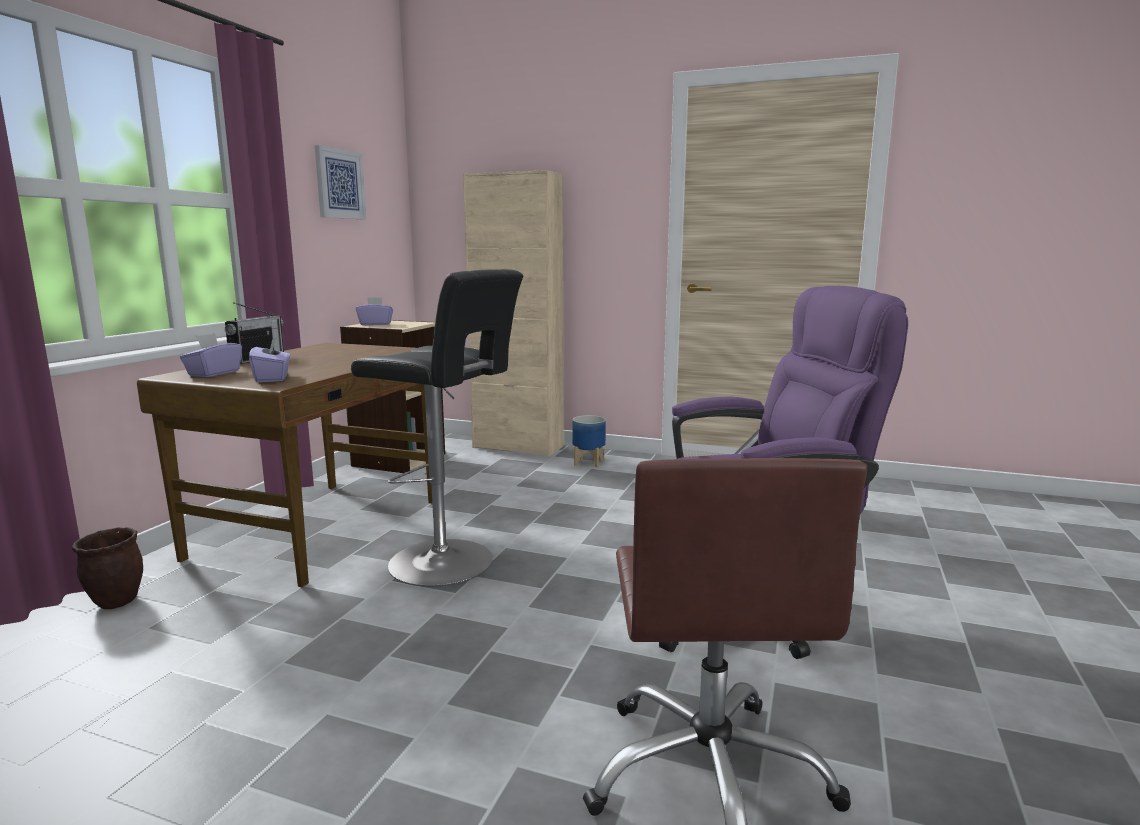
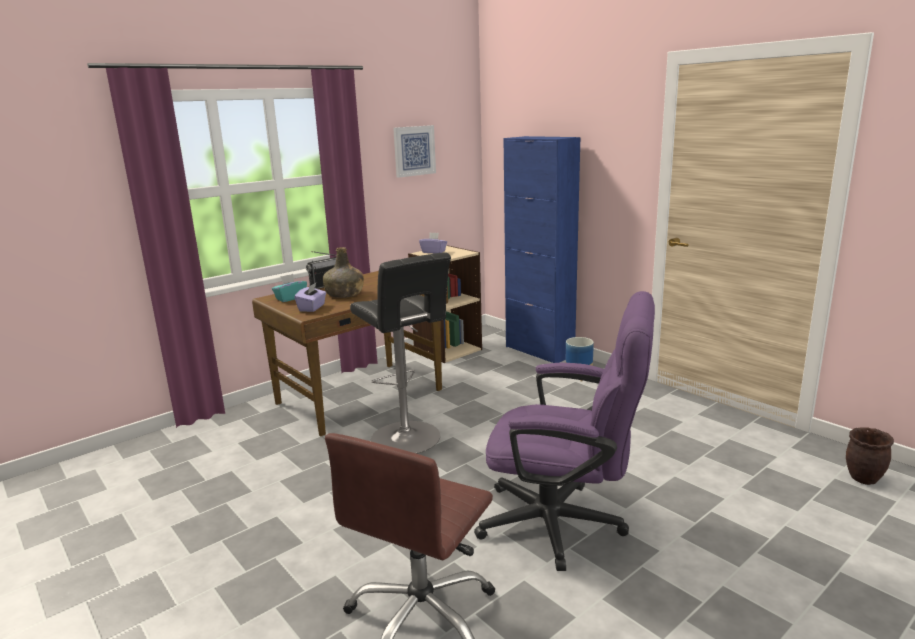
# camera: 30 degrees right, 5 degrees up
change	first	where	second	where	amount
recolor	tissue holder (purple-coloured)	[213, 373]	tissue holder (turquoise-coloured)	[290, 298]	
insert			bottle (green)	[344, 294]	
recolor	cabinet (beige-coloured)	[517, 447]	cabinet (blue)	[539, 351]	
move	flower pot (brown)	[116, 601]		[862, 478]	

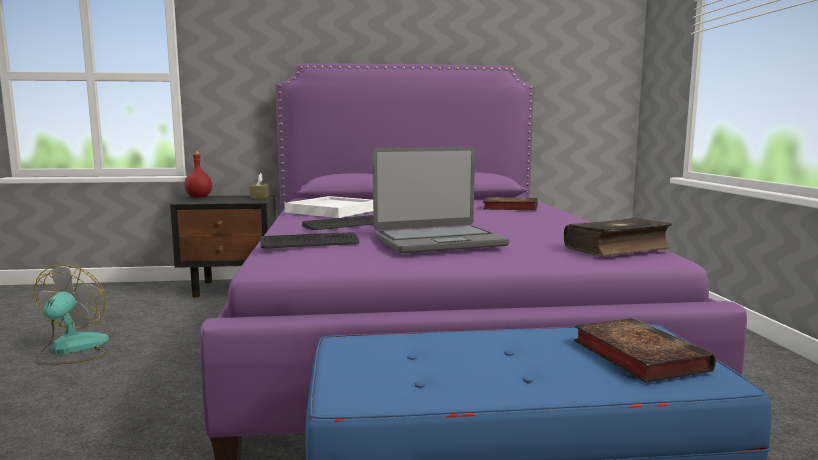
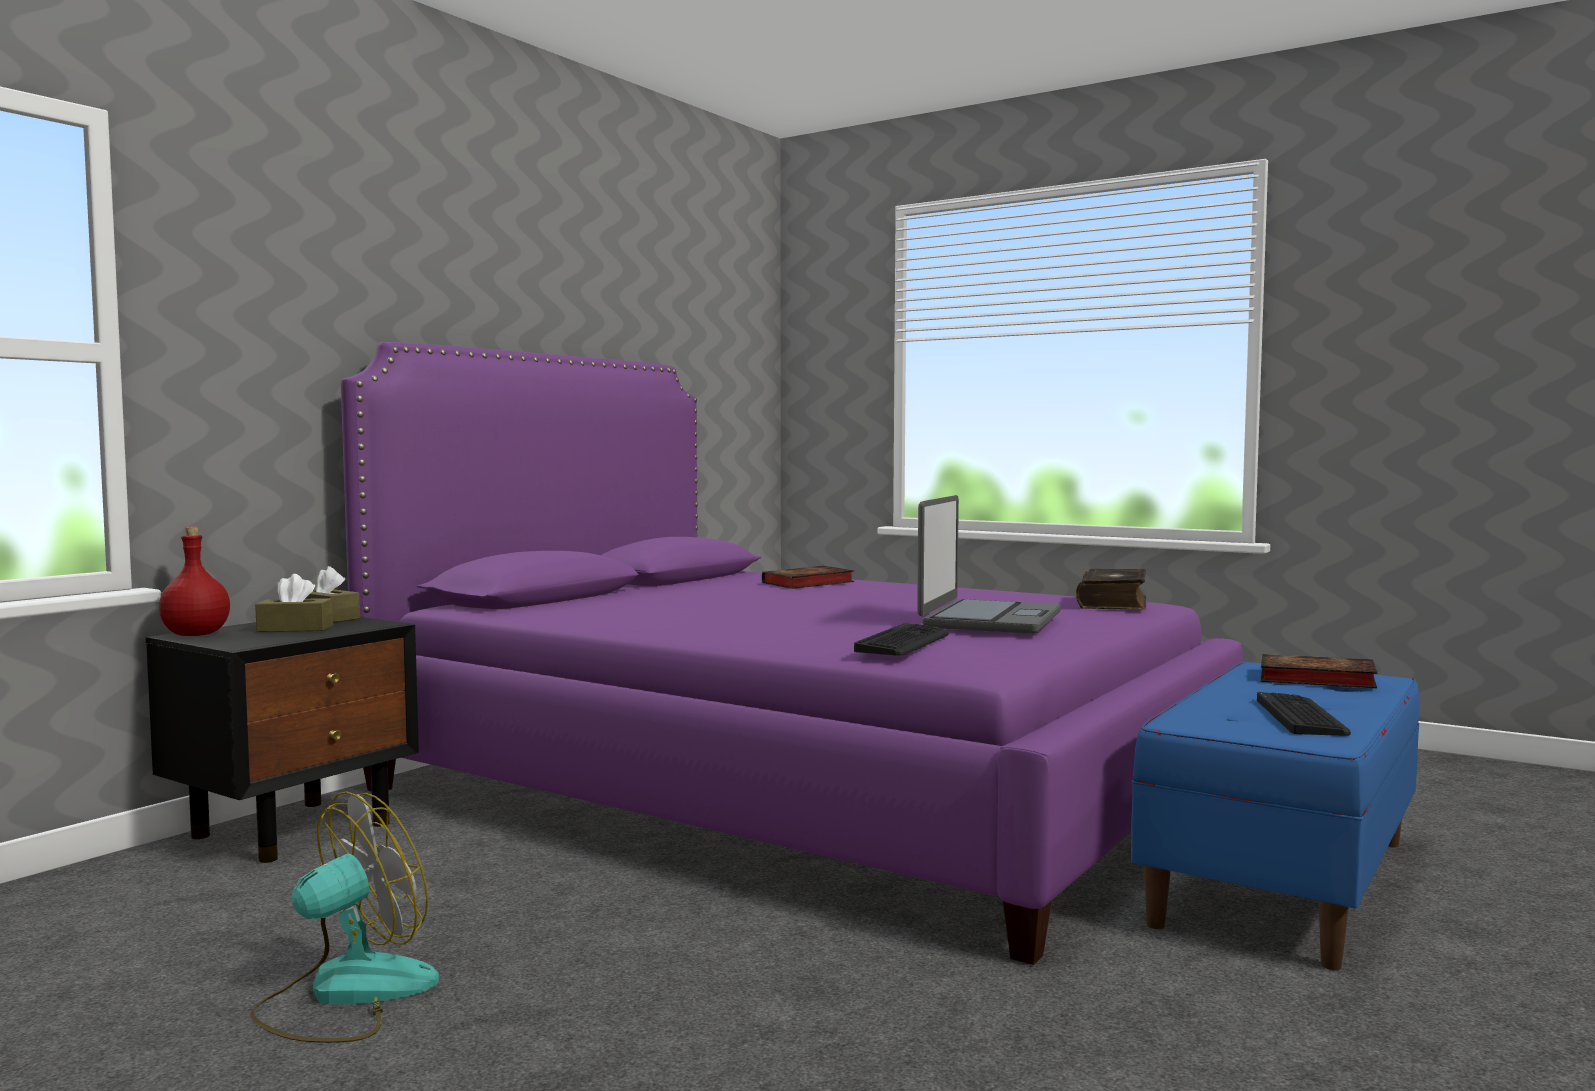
# camera: 50 degrees left, 5 degrees down
change	first	where	second	where	amount
rotate	cooling fan	[71, 350]		[346, 995]	90 degrees clockwise
insert			tissue holder (brown)	[295, 628]	
move	keyboard	[344, 224]		[1301, 716]	
delete	serving tray (white)	[333, 210]			

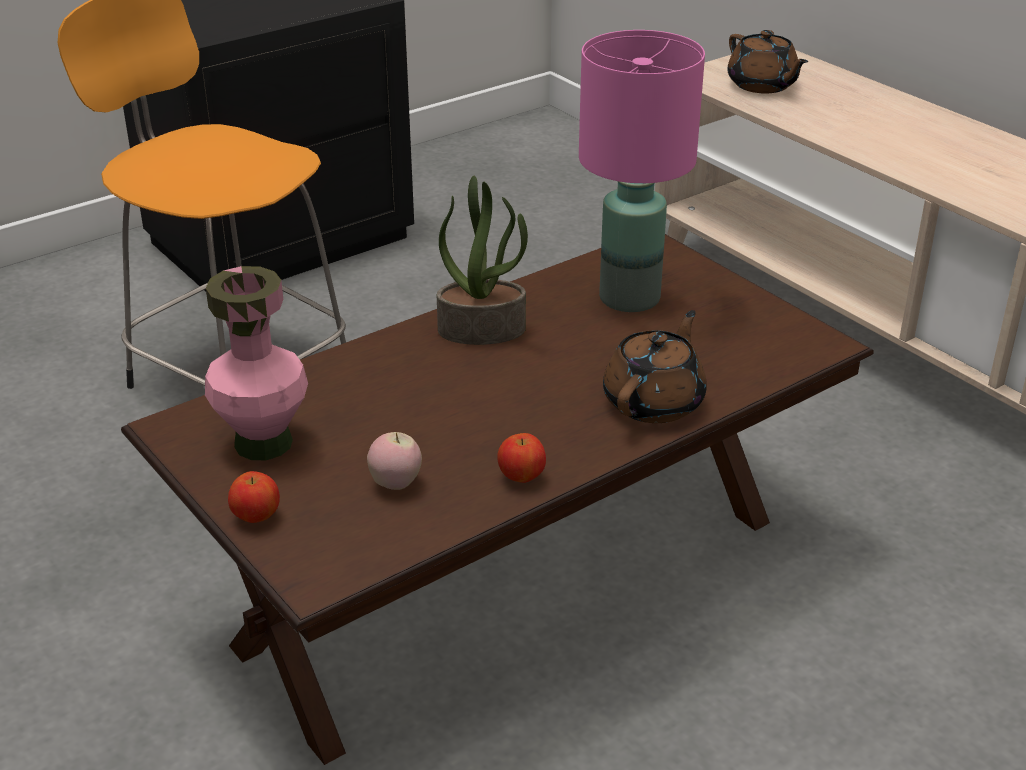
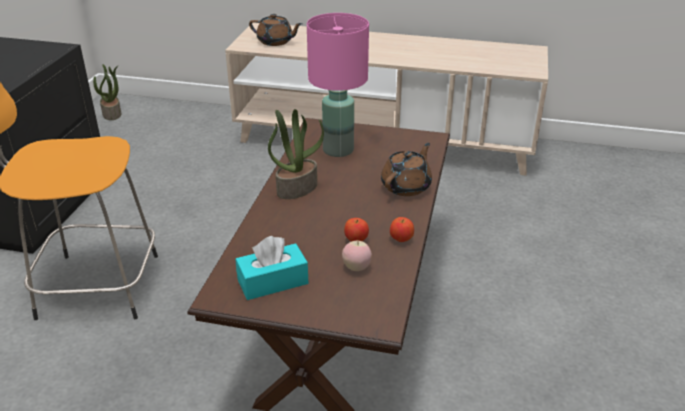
# camera: 40 degrees left, 0 degrees up
change	first	where	second	where	amount
insert			potted plant	[112, 114]	
replace	decorative vase (pinkish)	[262, 443]	tissue holder (turquoise-coloured)	[272, 282]	
move	apple	[256, 517]		[356, 240]	
rotate	pot for tea (brown)	[655, 402]		[406, 186]	45 degrees clockwise

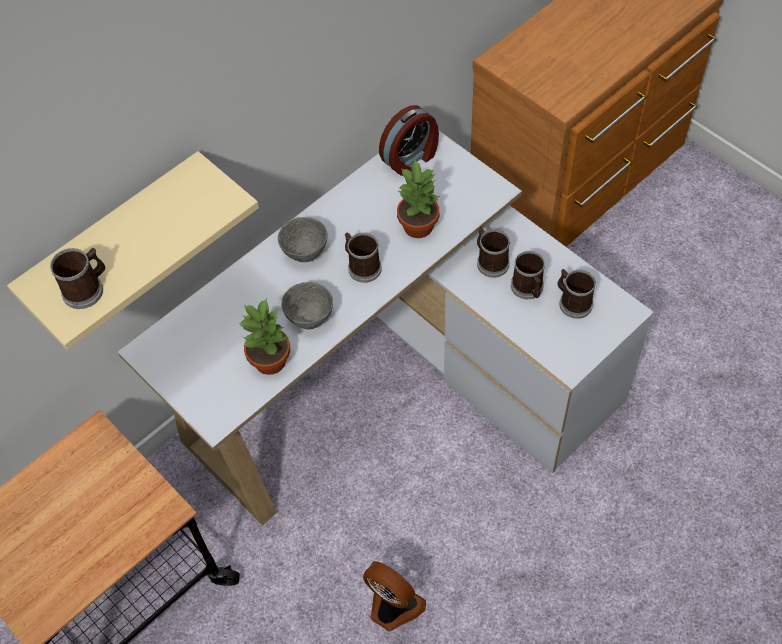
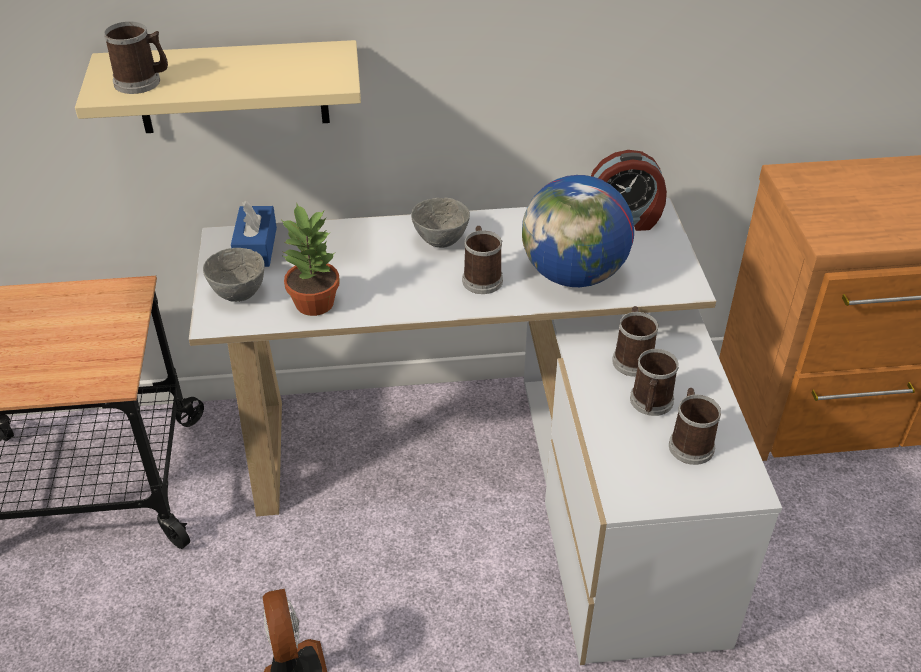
# camera: 35 degrees right, 15 degrees down
change	first	where	second	where	amount
move	deep dish (gray)	[310, 319]		[238, 294]	
insert			tissue holder (blue)	[256, 247]	
replace	potted plant	[419, 225]	world globe	[574, 275]	

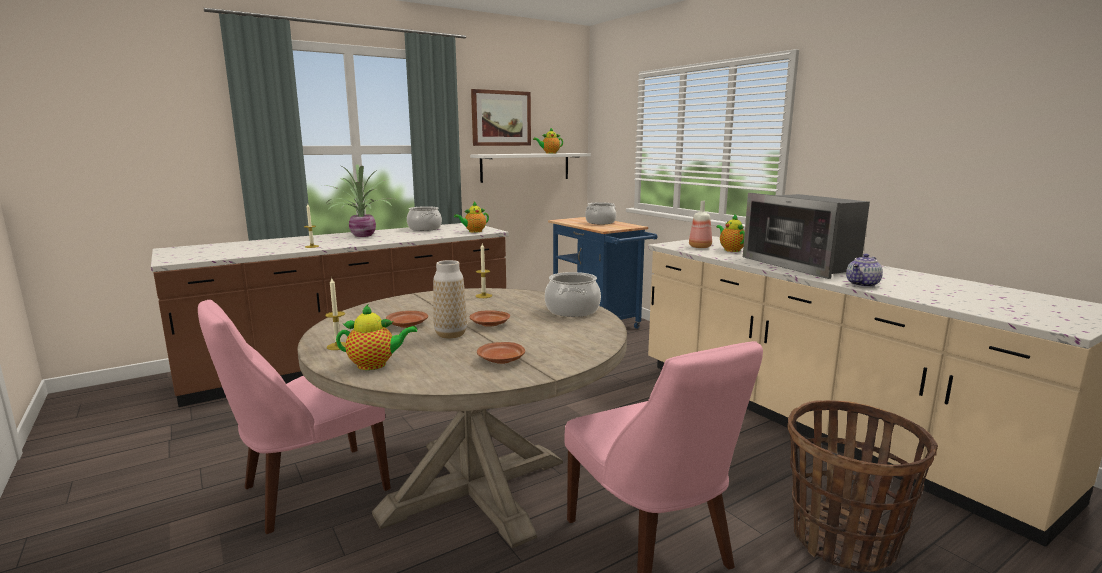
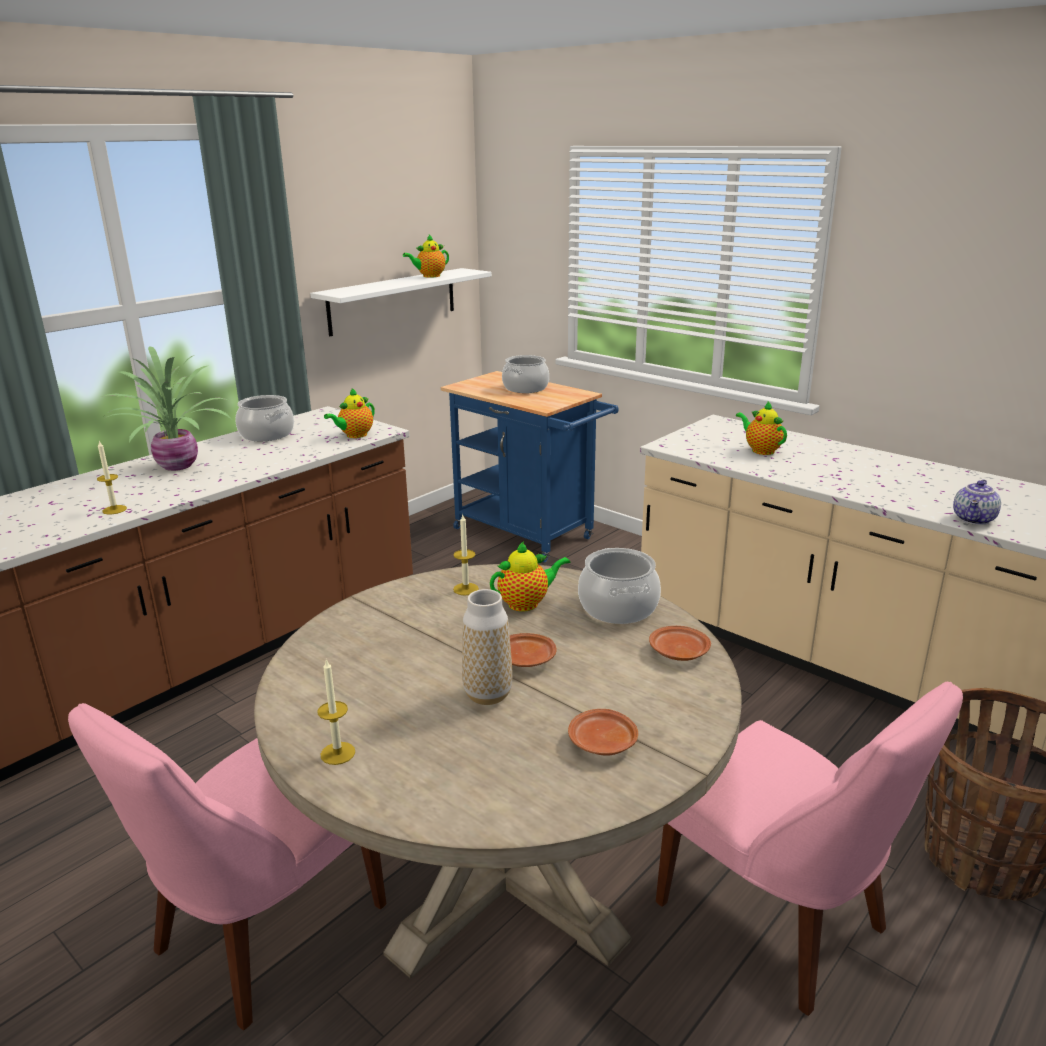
# camera: 15 degrees left, 10 degrees up
change	first	where	second	where	amount
move	pot for tea	[375, 365]		[526, 603]	
move	flat dish (brown)	[407, 325]		[678, 652]	
delete	wall art	[501, 118]			
delete	bottle	[700, 247]			
delete	microwave oven	[803, 264]			

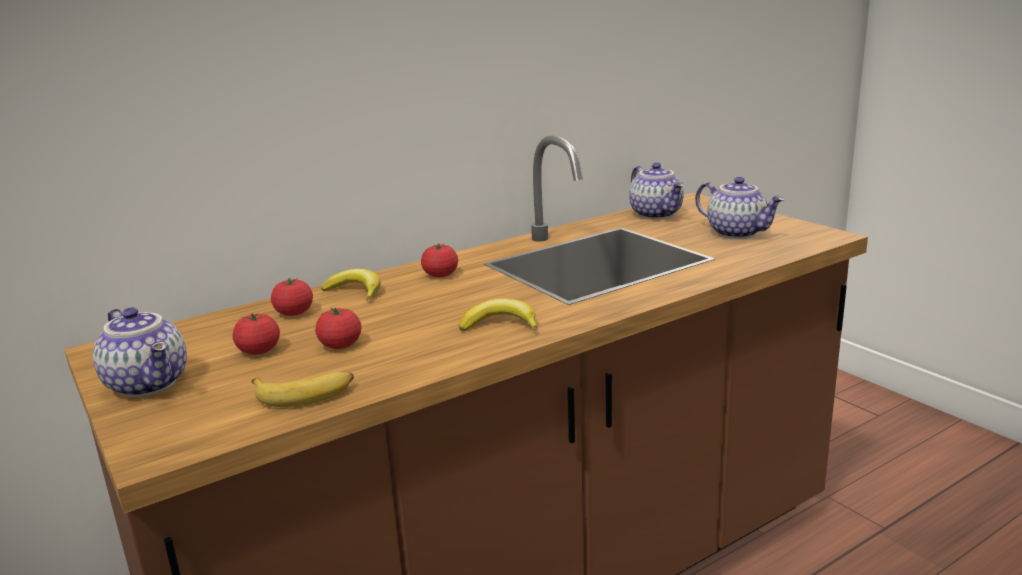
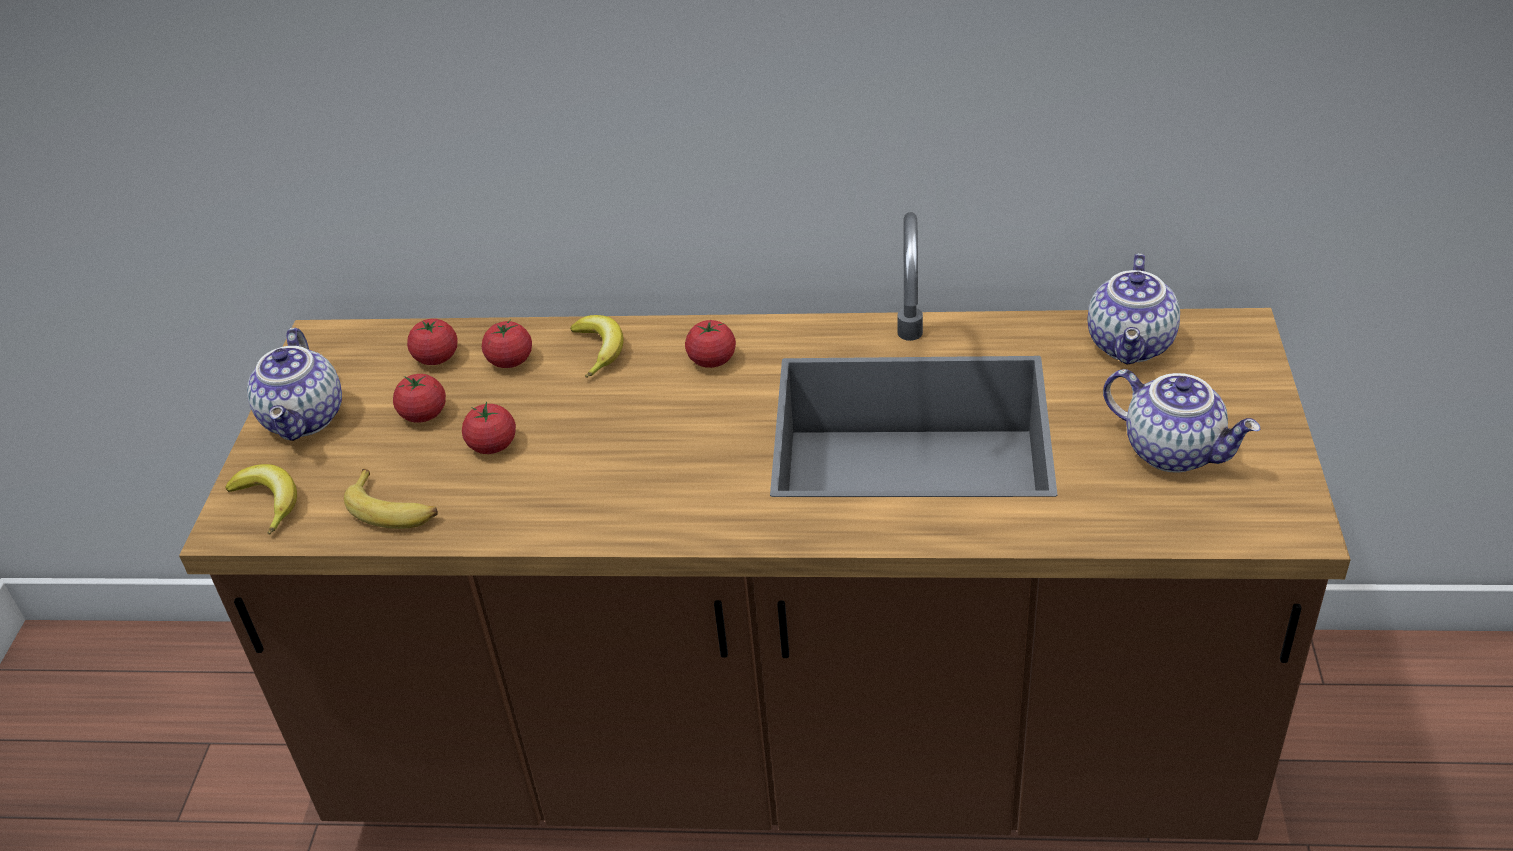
# camera: 40 degrees right, 20 degrees up
change	first	where	second	where	amount
move	banana fruit	[500, 325]		[269, 501]	
insert			tomato	[436, 358]	
rotate	pot for tea	[737, 233]		[1174, 450]	45 degrees counterclockwise

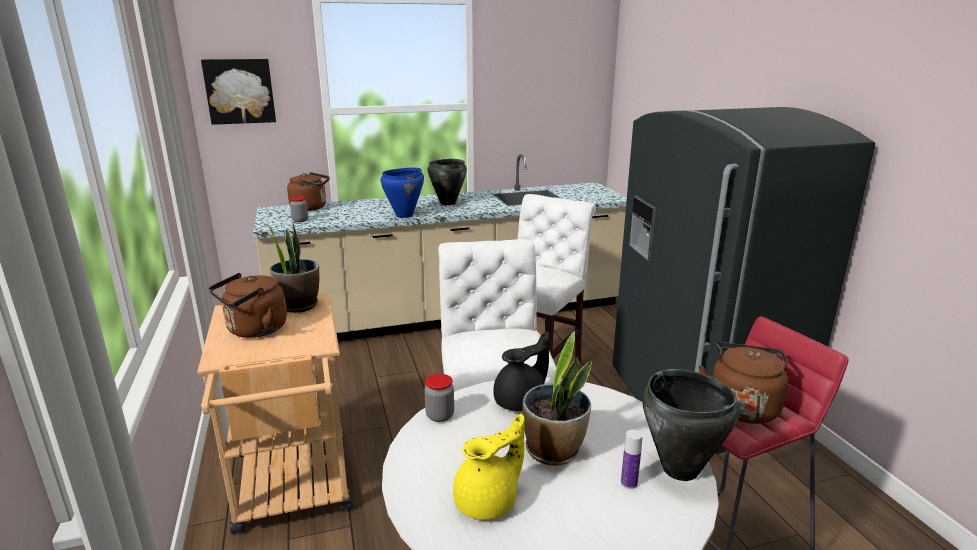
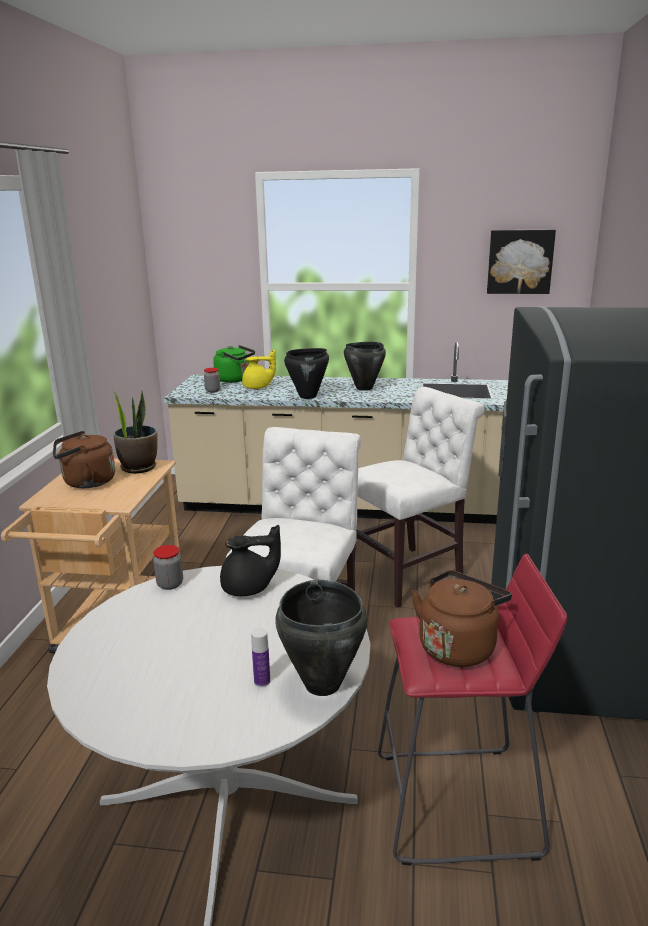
# camera: 25 degrees right, 0 degrees up
change	first	where	second	where	amount
recolor	water kettle (brown)	[311, 207]	water kettle (green)	[235, 380]	
move	pot for tea (yellowish)	[488, 502]		[258, 387]	
recolor	cooking pot (blue)	[404, 215]	cooking pot (black-coloured)	[308, 396]	
move	wall art	[240, 91]		[520, 261]	
delete	potted plant	[554, 450]			

